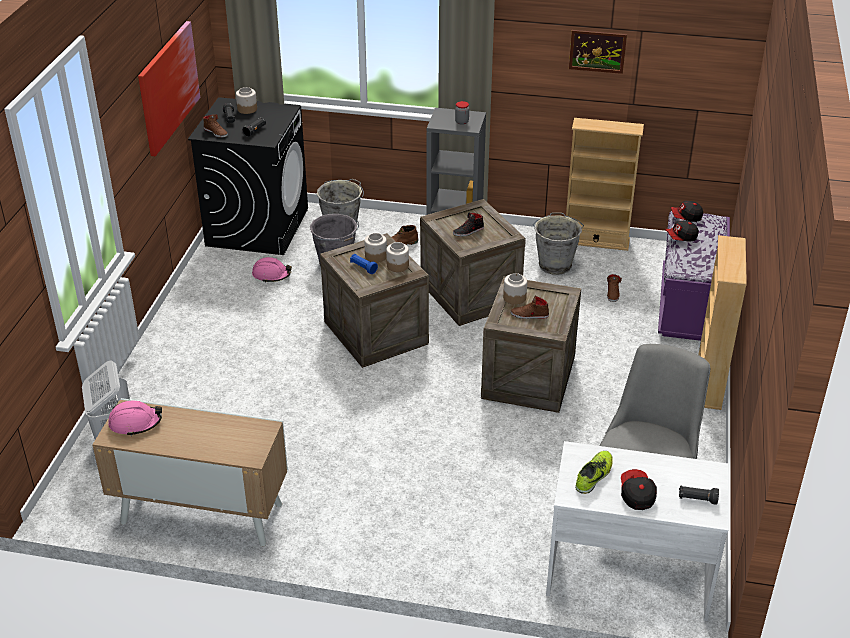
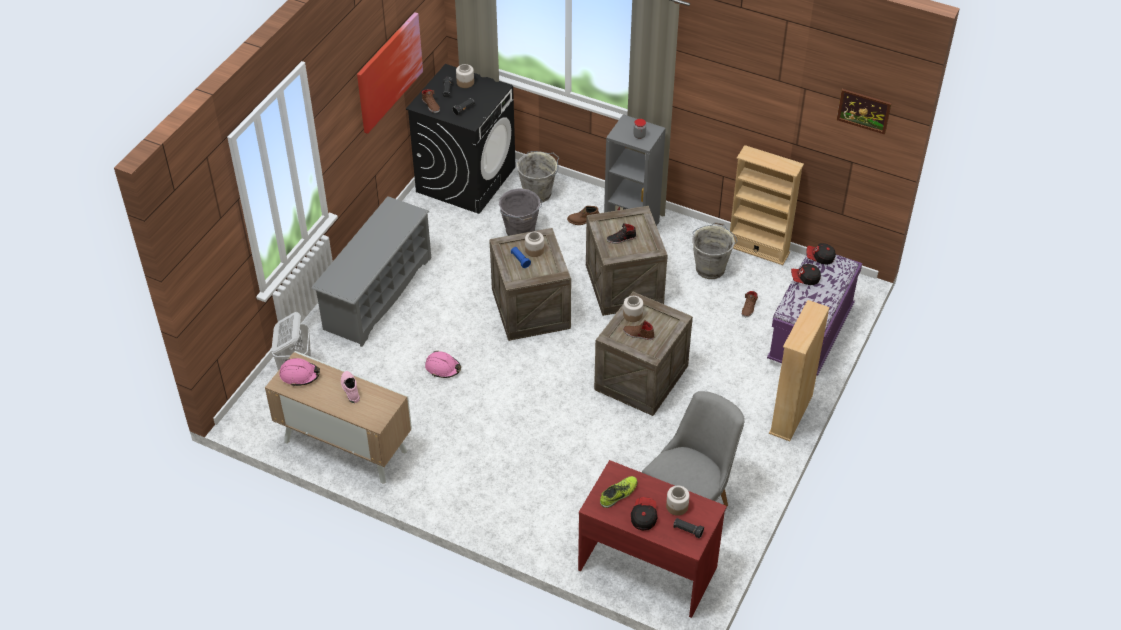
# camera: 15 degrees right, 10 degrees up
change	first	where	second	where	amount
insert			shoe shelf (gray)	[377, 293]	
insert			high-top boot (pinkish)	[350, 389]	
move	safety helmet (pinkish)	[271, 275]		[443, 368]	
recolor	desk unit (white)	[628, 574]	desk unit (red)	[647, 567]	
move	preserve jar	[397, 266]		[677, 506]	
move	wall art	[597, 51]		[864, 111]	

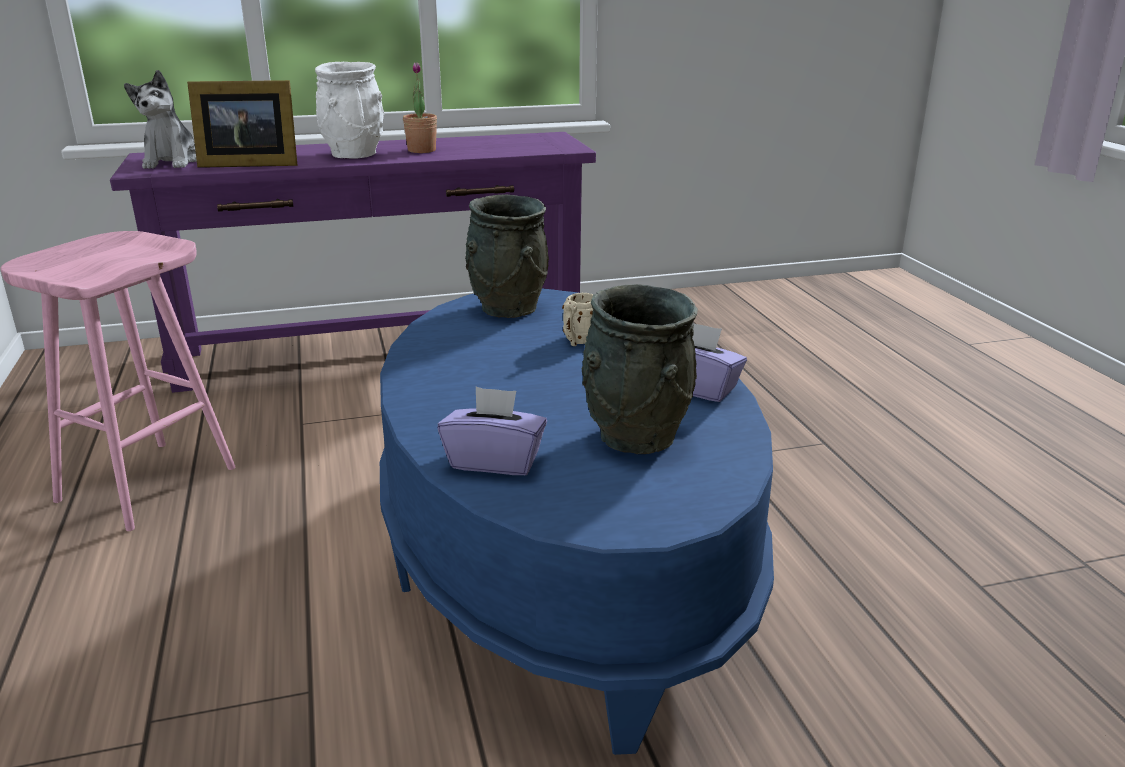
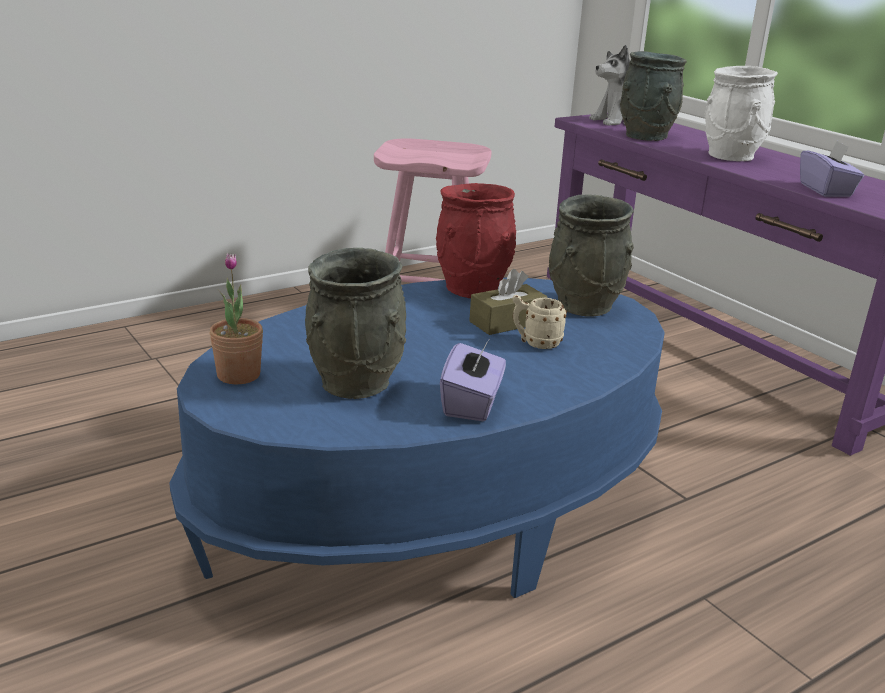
# camera: 70 degrees right, 0 degrees up
change	first	where	second	where	amount
move	potted plant	[422, 150]		[238, 375]	
insert			decorative vase (red)	[473, 289]	
insert			tissue holder (brown)	[507, 322]	
replace	standing frame	[247, 164]	decorative vase (gray)	[646, 136]	
move	tissue holder (purple-coloured)	[495, 461]		[826, 190]	

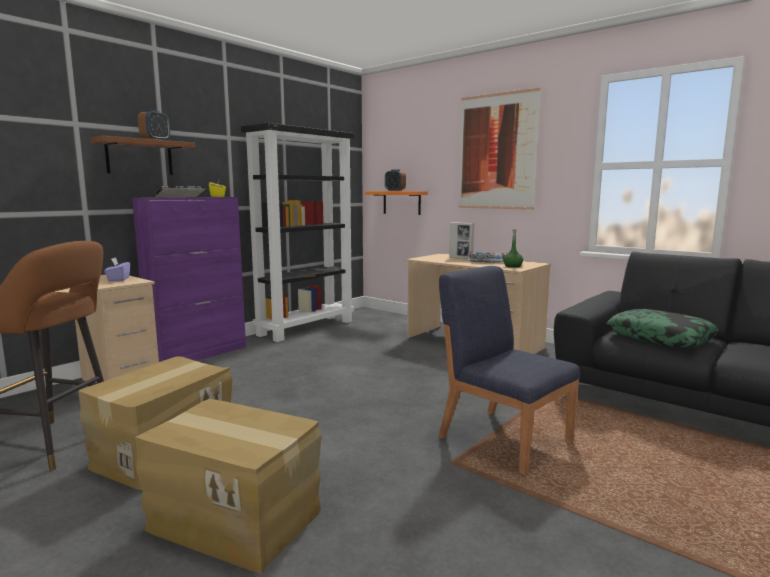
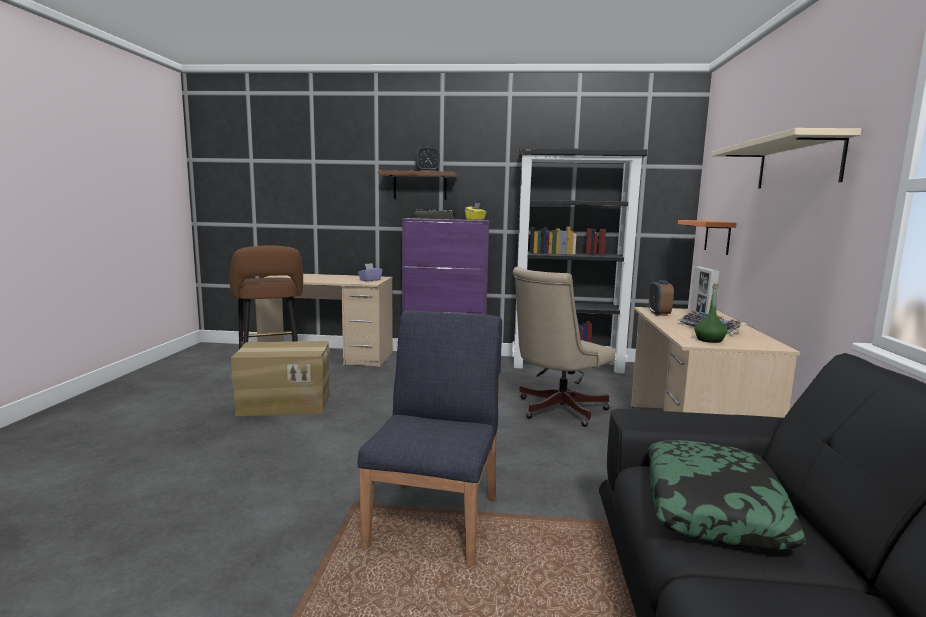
# camera: 55 degrees right, 0 degrees up
change	first	where	second	where	amount
insert			desk chair (beige-coloured)	[556, 410]	
move	bedside clock	[395, 191]		[659, 313]	
replace	wall art	[497, 151]	bracket shelf (beige-coloured)	[797, 164]	
delete	packing box	[236, 519]			

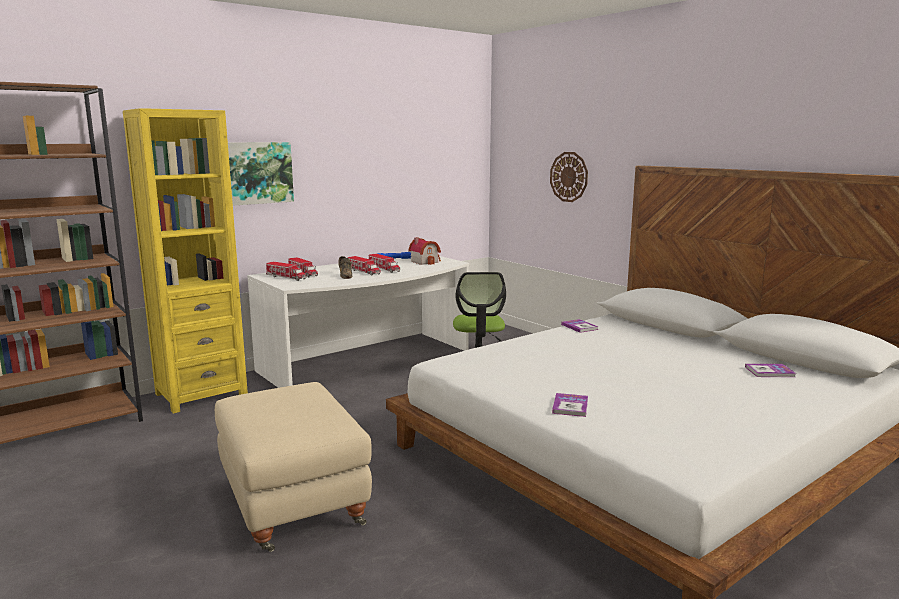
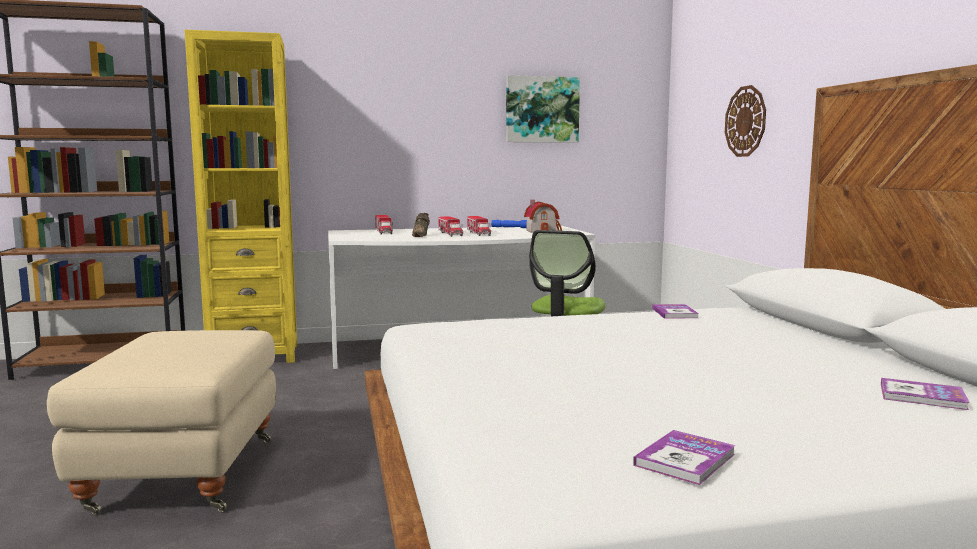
# camera: 25 degrees right, 5 degrees down
change	first	where	second	where	amount
move	wall art	[257, 173]		[542, 109]	
move	volume	[570, 406]		[685, 459]	
delete	toy truck	[286, 277]			

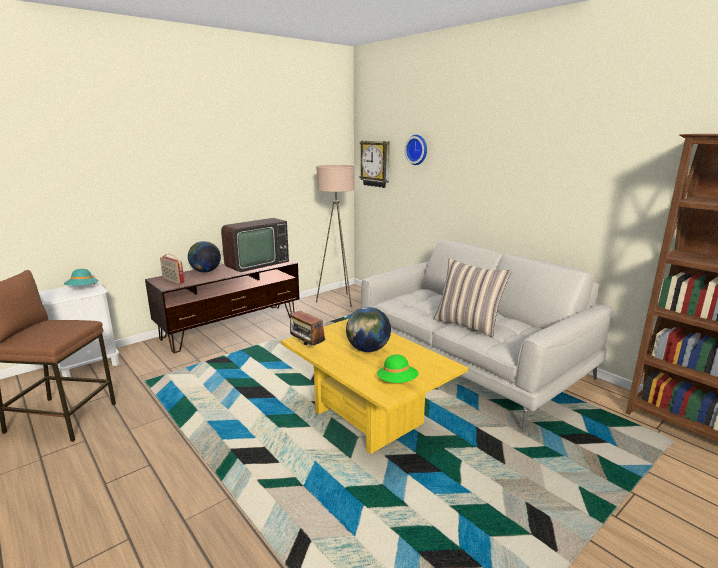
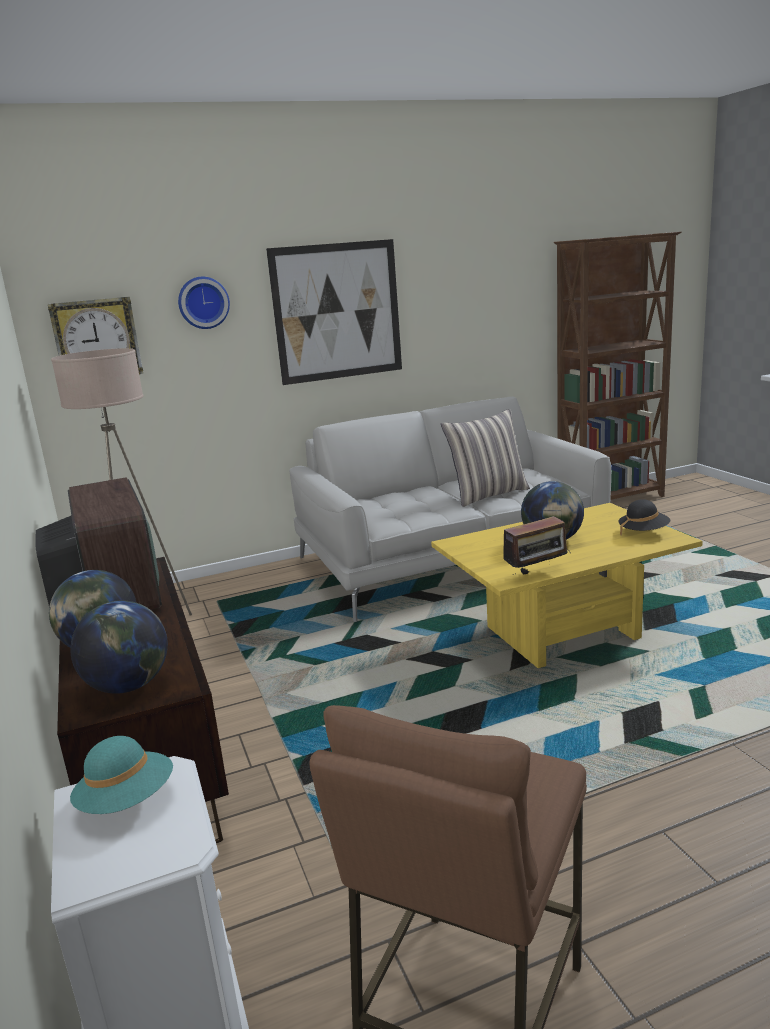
# camera: 70 degrees left, 0 degrees up
change	first	where	second	where	amount
replace	radio receiver	[173, 280]	world globe	[128, 685]	
insert			wall art	[337, 312]	
recolor	clothing hat (green)	[397, 382]	clothing hat (black-coloured)	[643, 532]	

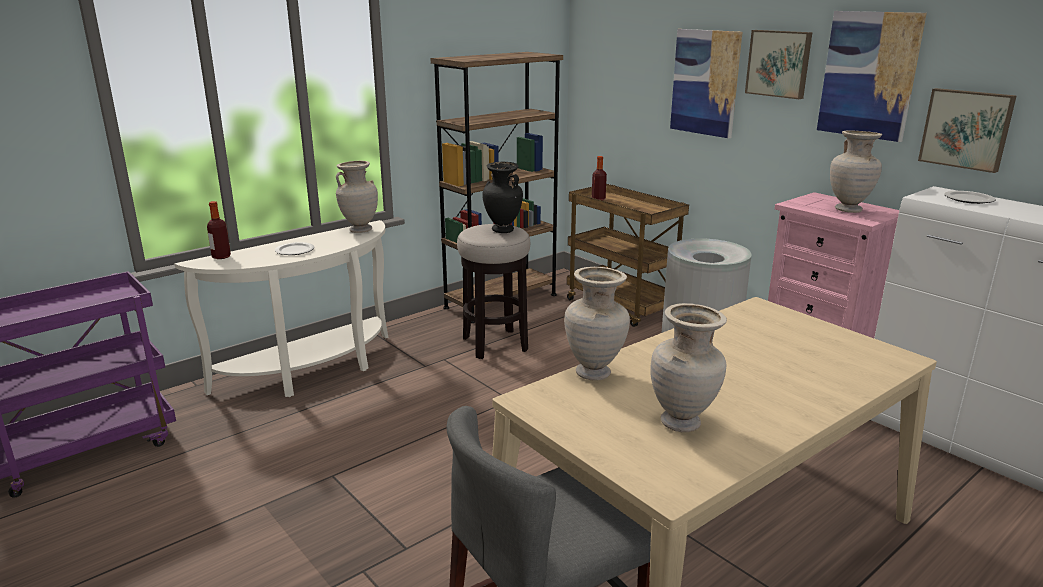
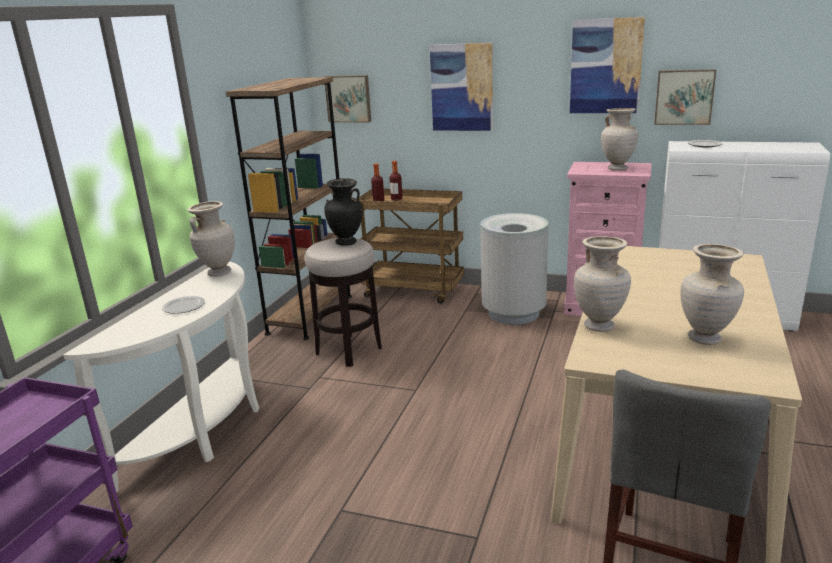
# camera: 30 degrees left, 0 degrees up
change	first	where	second	where	amount
move	wall art	[779, 63]		[348, 98]	
move	bottle	[221, 257]		[396, 199]	

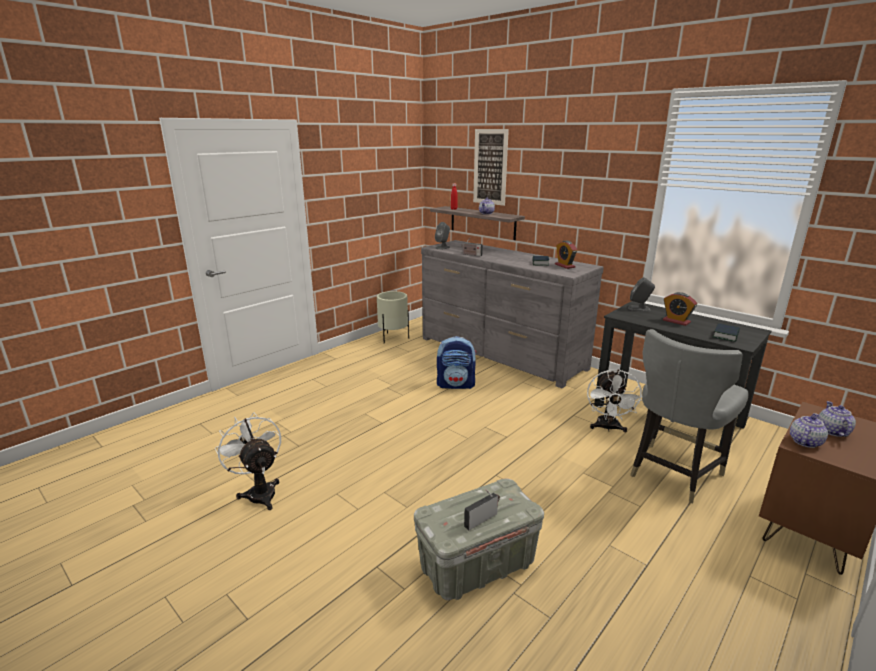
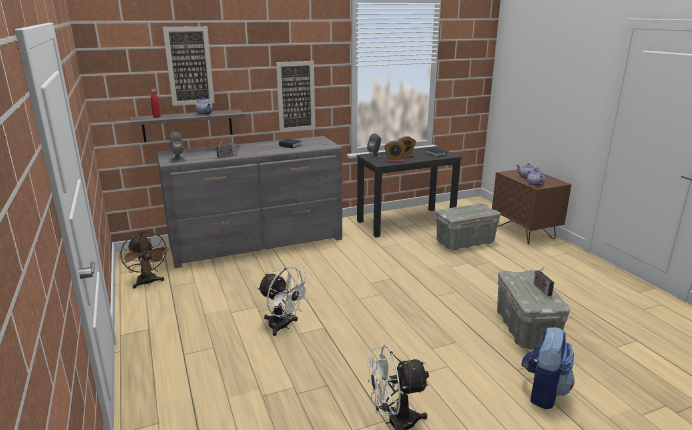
# camera: 65 degrees left, 0 degrees up
change	first	where	second	where	amount
replace	flower pot (beige-coloured)	[393, 338]	cooling fan (brown)	[148, 283]	
move	cooling fan (white)	[608, 428]		[283, 326]	
insert			wall art	[296, 96]	
move	bedside clock	[564, 266]		[394, 161]	
replace	chair (gray)	[673, 473]	storage bin (gray)	[464, 242]	
move	knapsack	[456, 385]		[543, 391]	

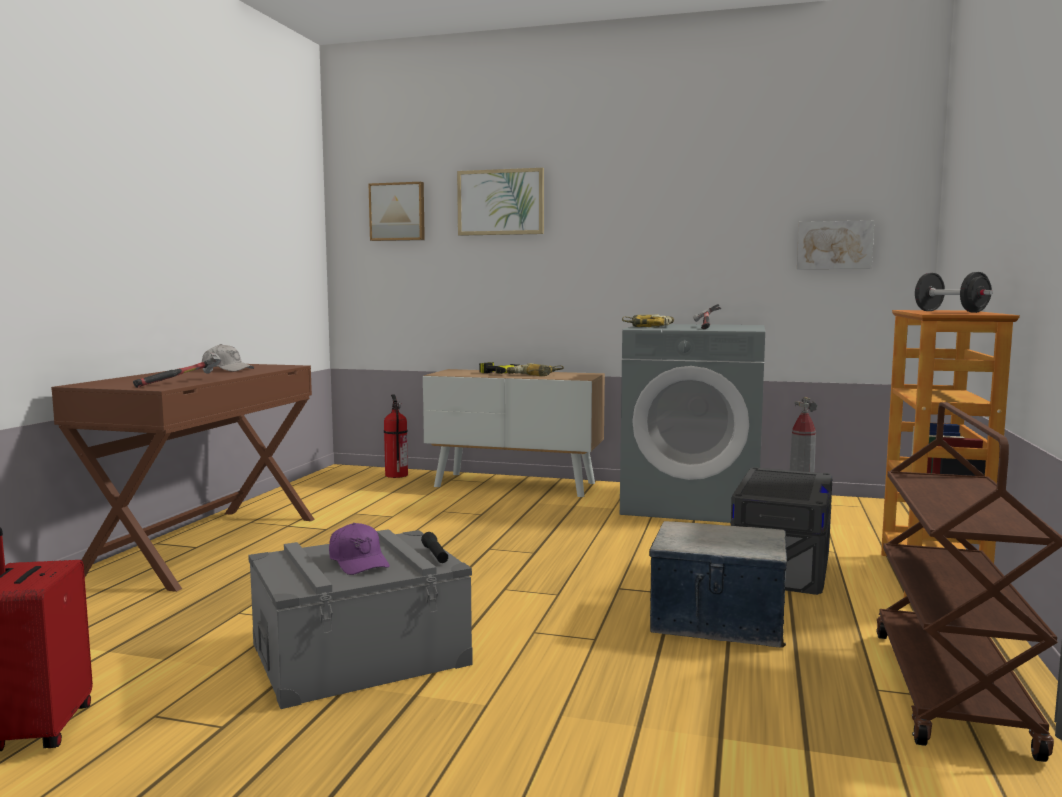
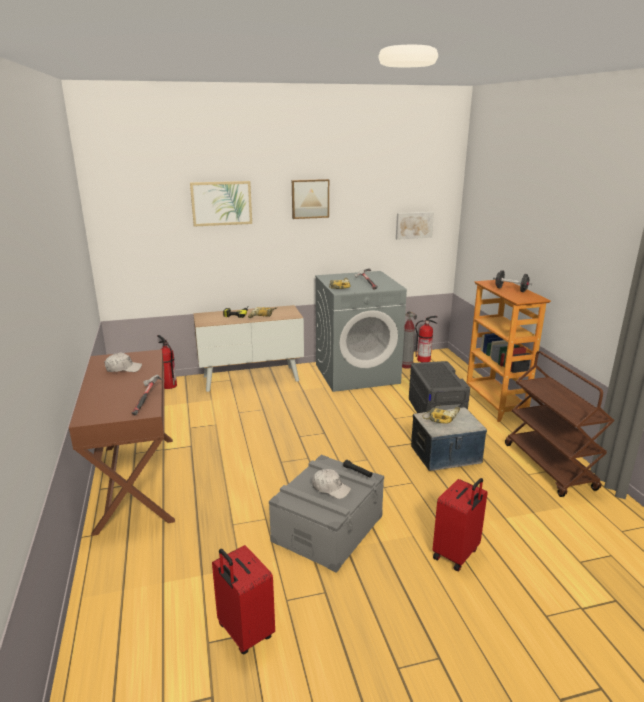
# camera: 30 degrees left, 15 degrees up
change	first	where	second	where	amount
move	wall art	[398, 212]		[310, 198]	
recolor	peaked cap (purple-coloured)	[358, 562]	peaked cap (white)	[331, 488]	
insert			fire-fighting cylinder	[424, 360]	
insert			power drill	[441, 417]	
insert			suitcase (red)	[456, 554]	

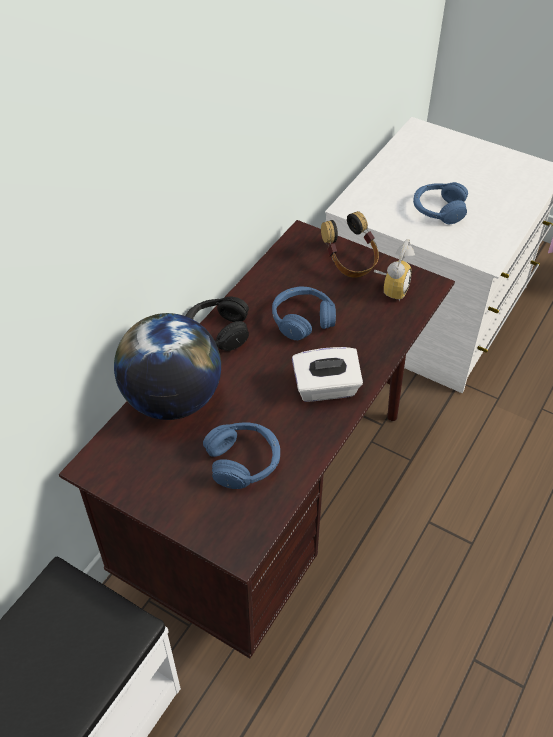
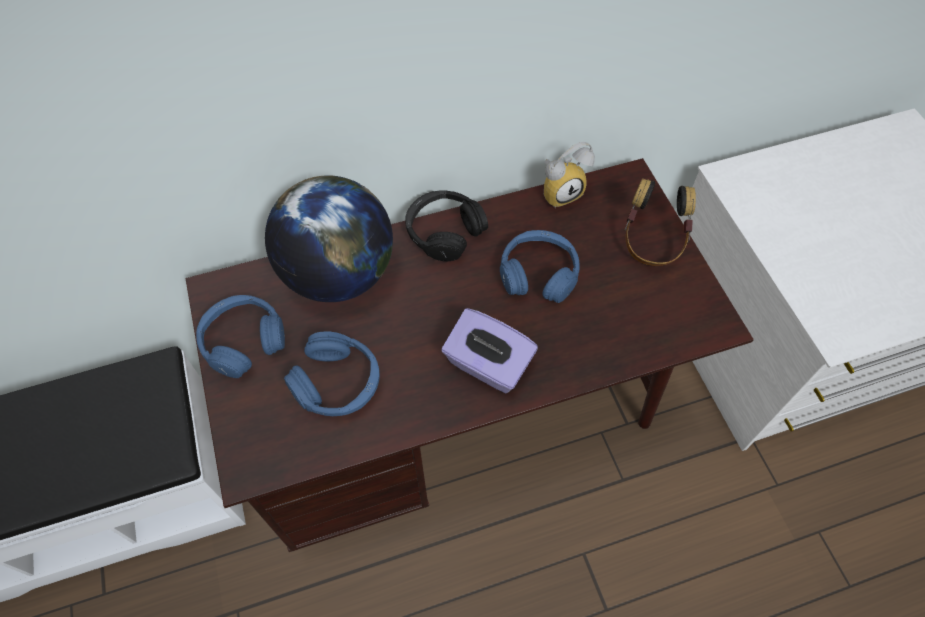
# camera: 40 degrees right, 10 degrees up
change	first	where	second	where	amount
move	headphones (blue)	[438, 210]		[243, 341]	
recolor	tissue holder (white)	[326, 388]	tissue holder (purple-coloured)	[487, 365]	
move	bedside clock	[391, 289]		[560, 191]	

